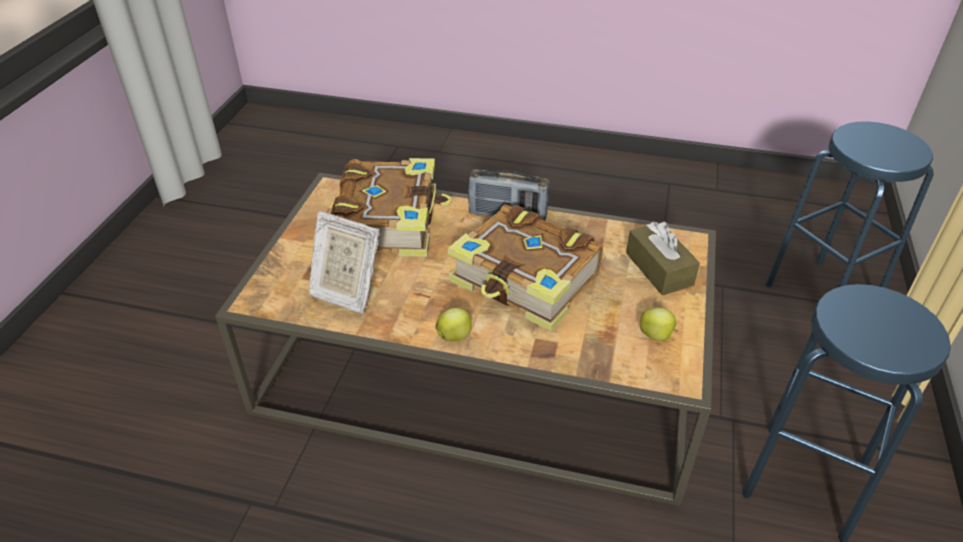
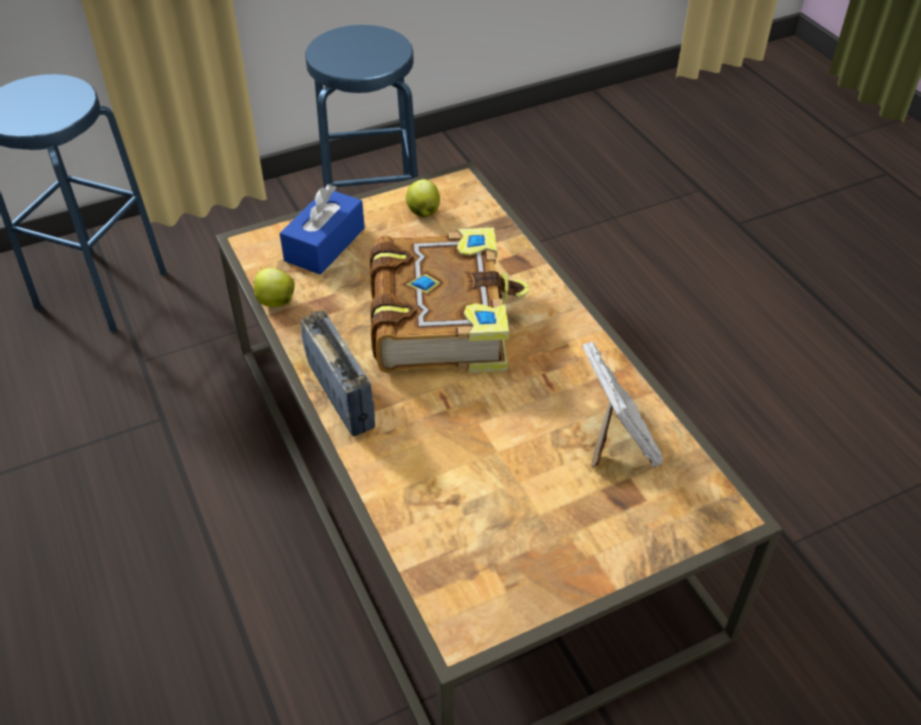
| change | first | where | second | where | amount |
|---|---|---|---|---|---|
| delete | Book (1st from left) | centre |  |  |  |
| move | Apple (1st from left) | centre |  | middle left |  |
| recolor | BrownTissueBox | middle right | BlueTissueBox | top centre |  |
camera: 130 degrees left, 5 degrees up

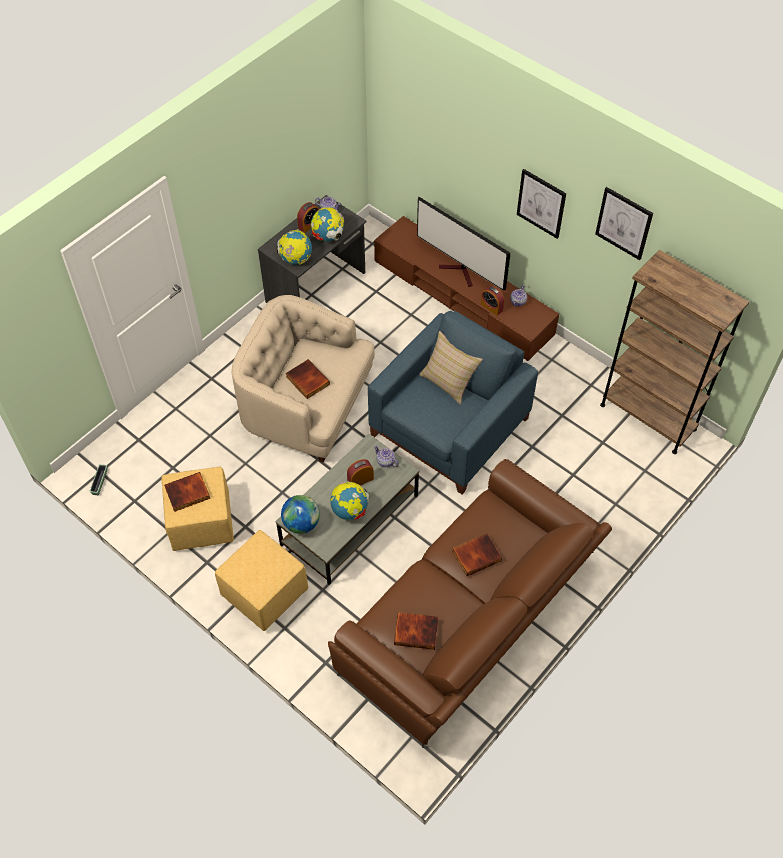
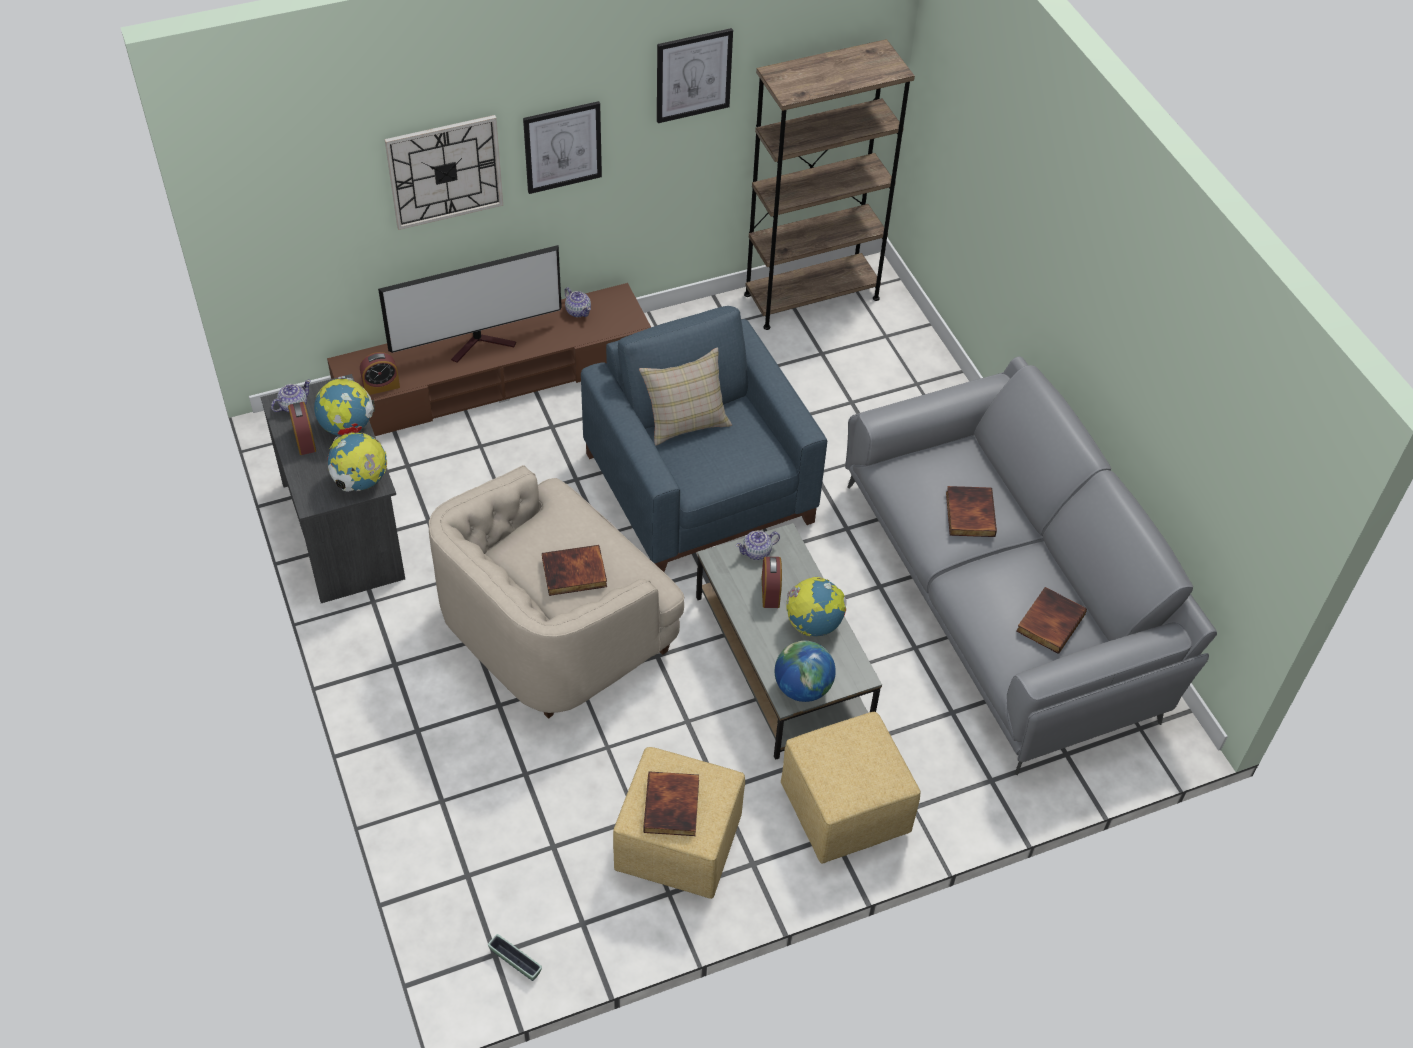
| change | first | where | second | where | amount |
|---|---|---|---|---|---|
| recolor | BrownSofa | bottom centre | GreySofa | middle right |  |
| move | AlarmClock (3rd from left in the first image) | centre | AlarmClock (2nd from left) | middle left |  |
| insert |  |  | WallClock | top left |  |
camera: 65 degrees left, 5 degrees down

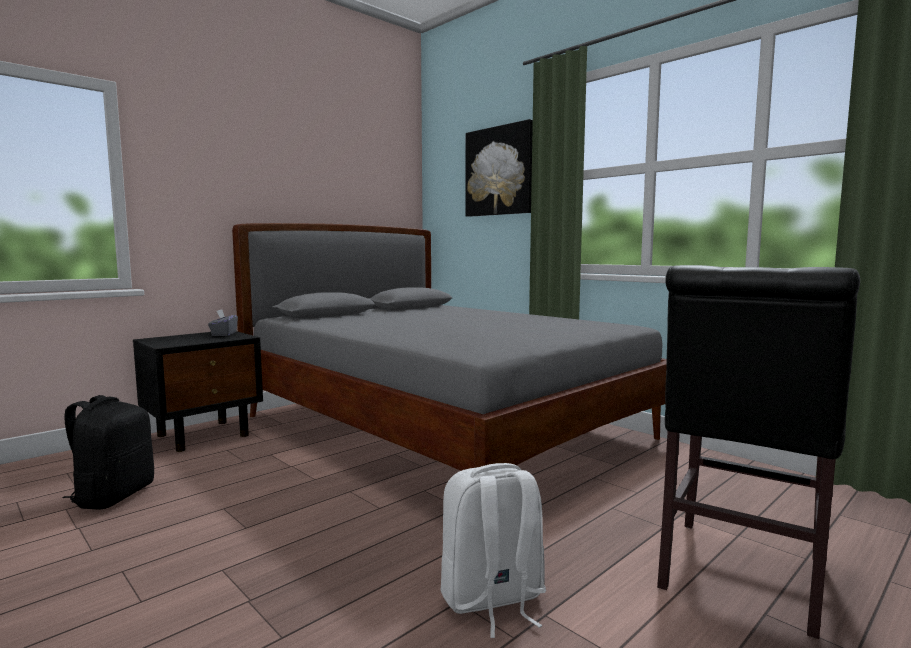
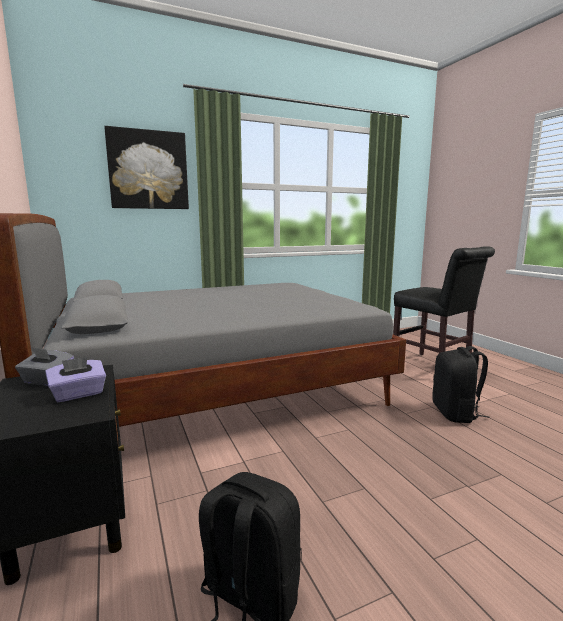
| change | first | where | second | where | amount |
|---|---|---|---|---|---|
| recolor | WhiteBackpack | bottom centre | BlackBackpack (2nd from left) | middle right |  |
| insert |  |  | PurpleTissueBox | middle left |  |
camera: 70 degrees left, 5 degrees up

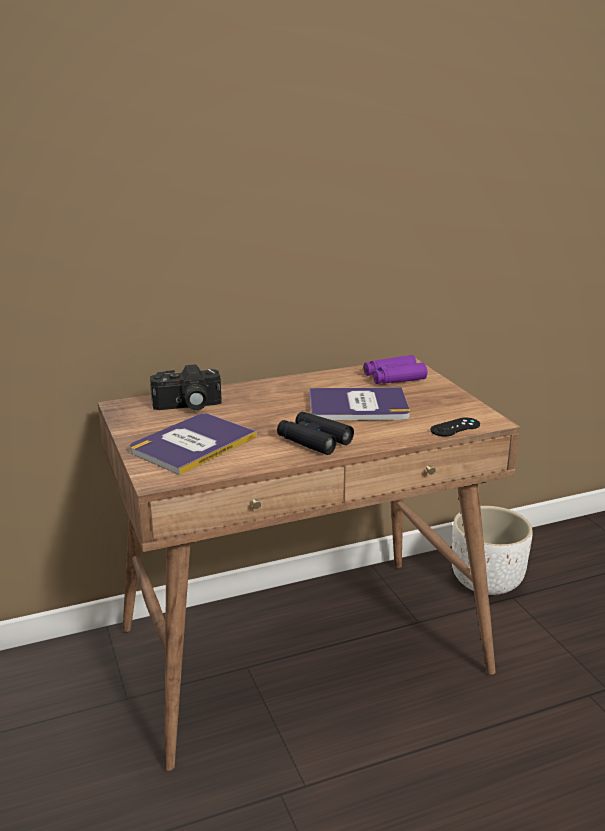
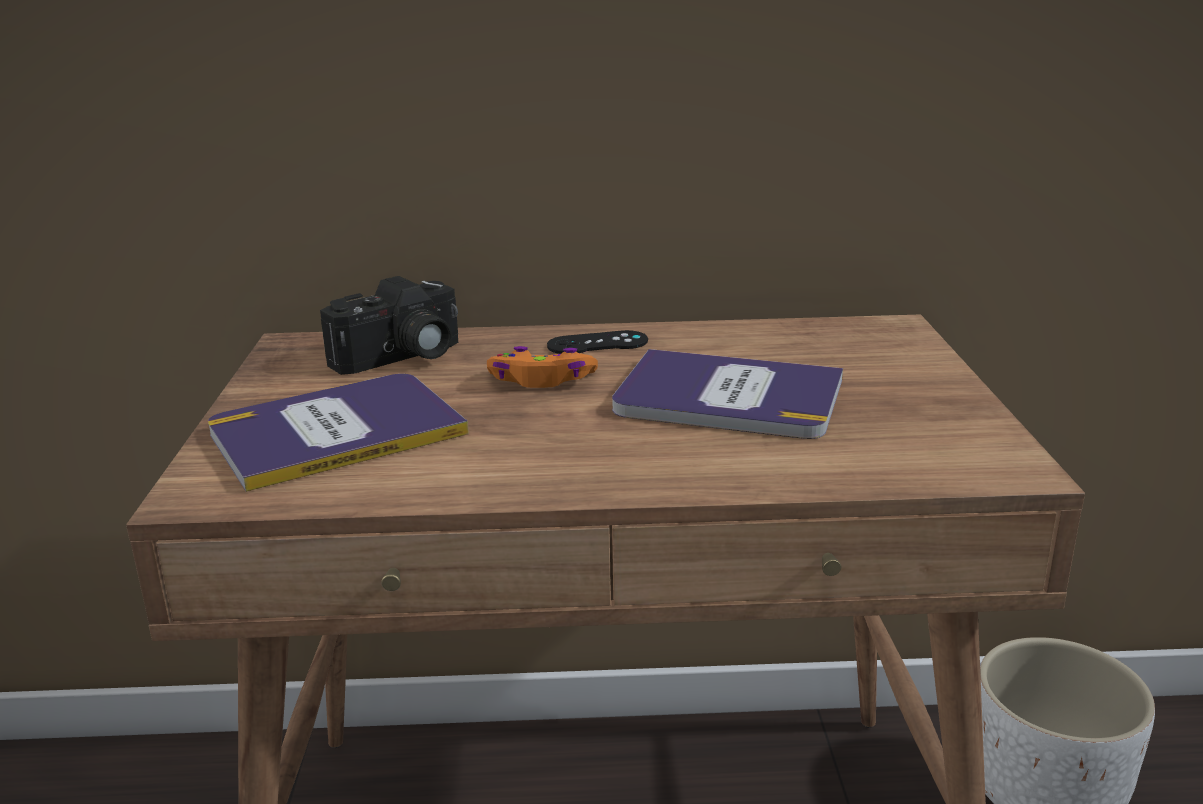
| change | first | where | second | where | amount |
|---|---|---|---|---|---|
| rotate | PhotoCamera | middle left |  | middle left | 45 degrees counterclockwise |
| delete | BlackBinoculars | centre |  |  |  |
| delete | PurpleBinoculars | centre |  |  |  |
| move | BlackGameController | middle right |  | centre |  |
| insert |  |  | OrangeGameController | centre |  |
camera: 20 degrees right, 0 degrees up

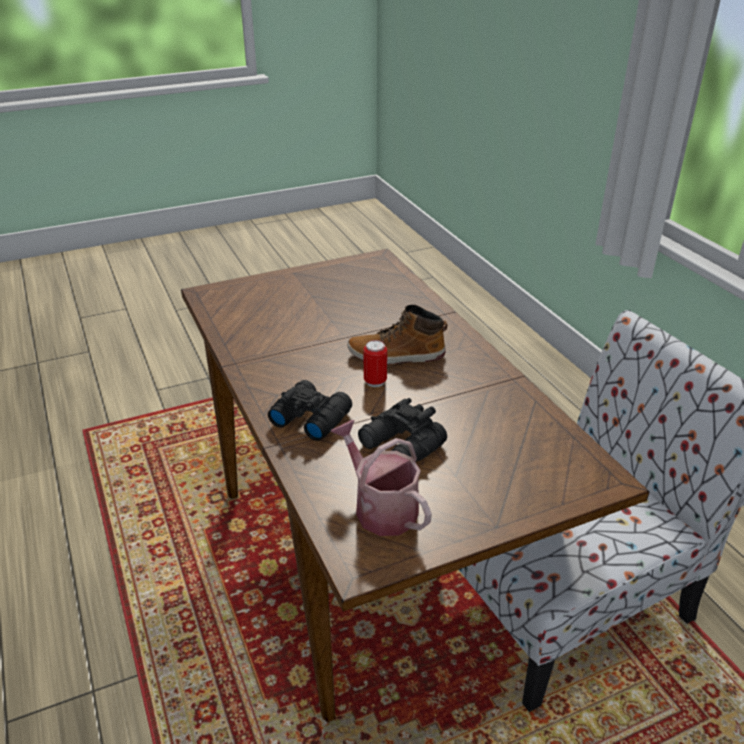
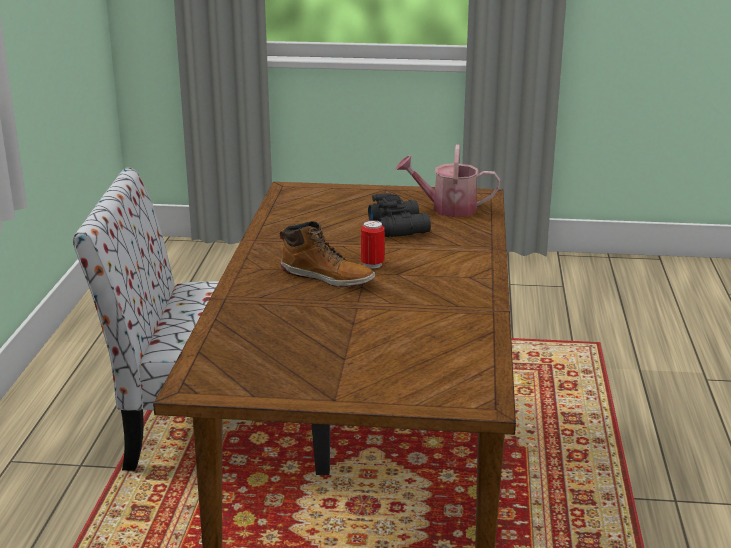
| change | first | where | second | where | amount |
|---|---|---|---|---|---|
| delete | BlackBinoculars (1st from left) | centre |  |  |  |
| rotate | WateringCan | centre |  | top centre | 105 degrees clockwise |
camera: 150 degrees left, 10 degrees down

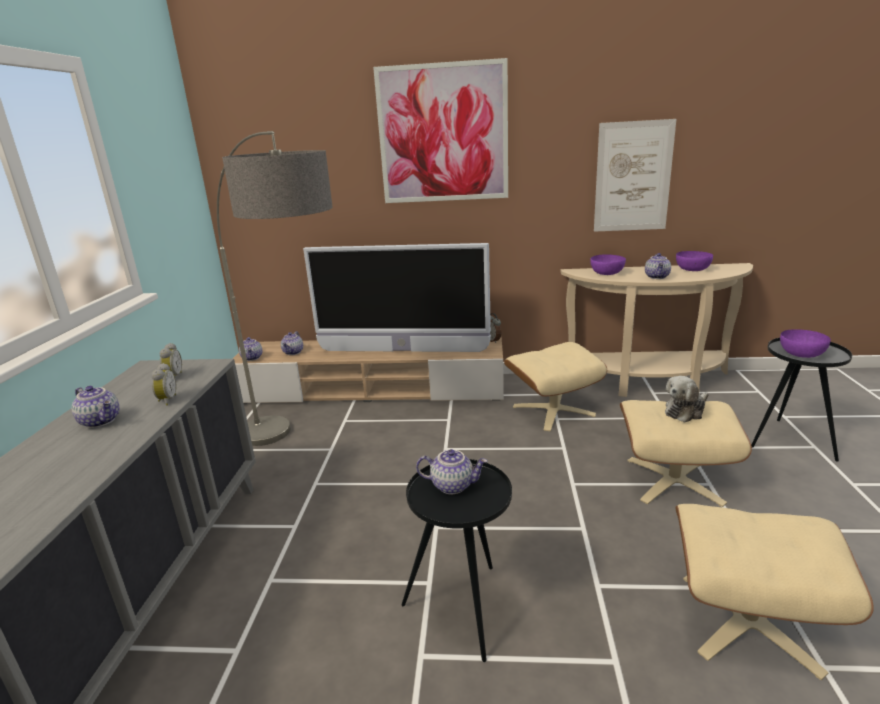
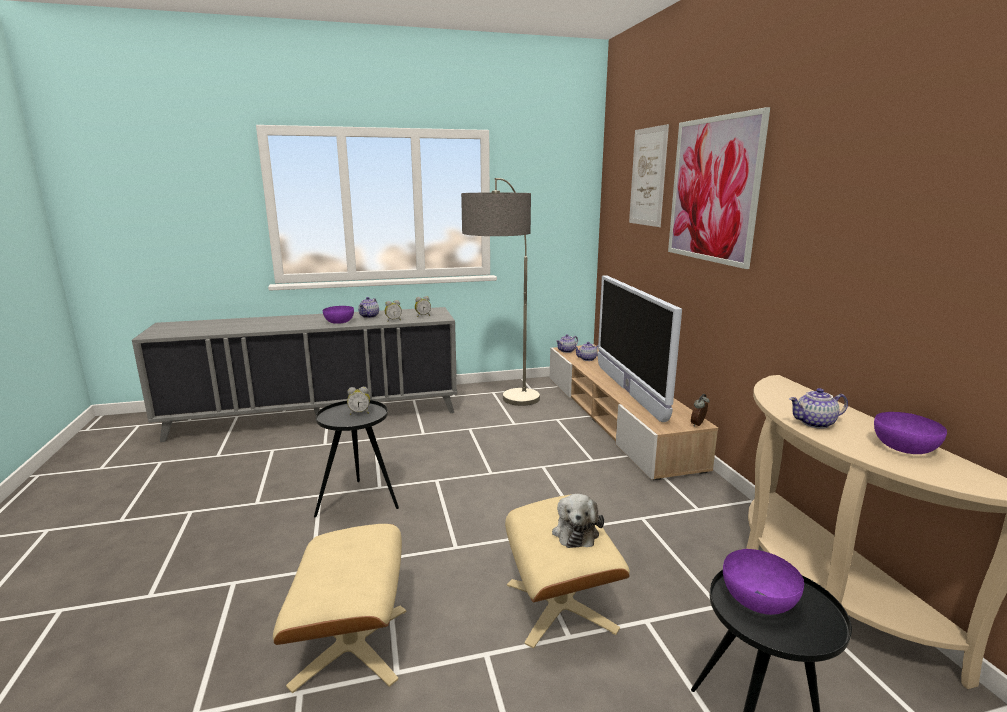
| change | first | where | second | where | amount |
|---|---|---|---|---|---|
| replace | Teapot (4th from left) | bottom centre | AlarmClock (1st from left) | centre |  |
| delete | BeigeOttoman (1st from left) | centre |  |  |  |
| move | PurpleBowl (1st from left) | middle right |  | centre |  |
| move | Picture (2nd from left in the first image) | top right | Picture (1st from left) | top centre |  |
| rotate | PlushToy | middle right |  | bottom centre | 120 degrees counterclockwise |
camera: 70 degrees right, 5 degrees down

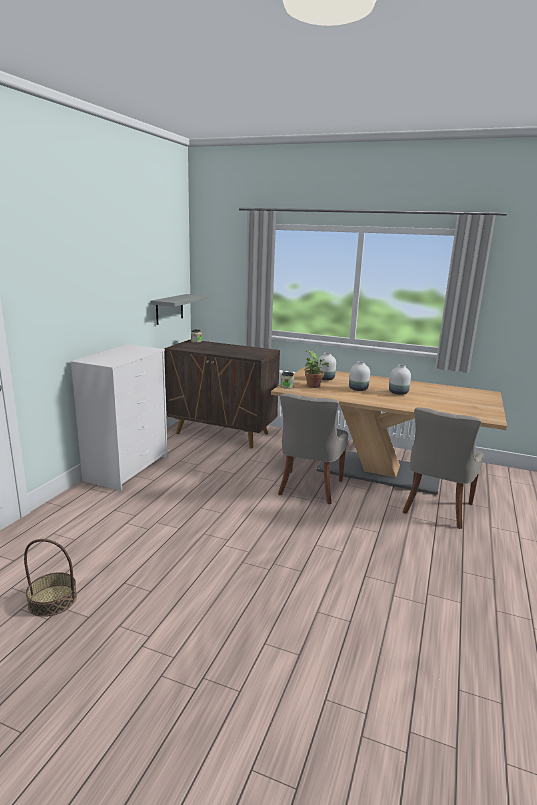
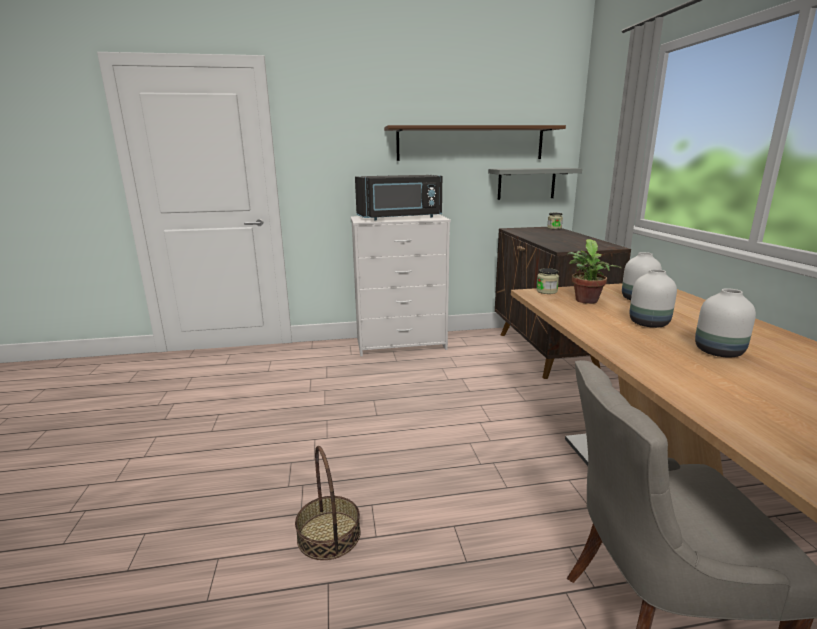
| change | first | where | second | where | amount |
|---|---|---|---|---|---|
| move | Basket | bottom left |  | bottom centre |  |
| delete | GreyChair (1st from left) | centre |  |  |  |
| insert |  |  | BlackMicrowave | top centre |  |
| insert |  |  | BrownShelf | top centre |  |
camera: 60 degrees right, 0 degrees up

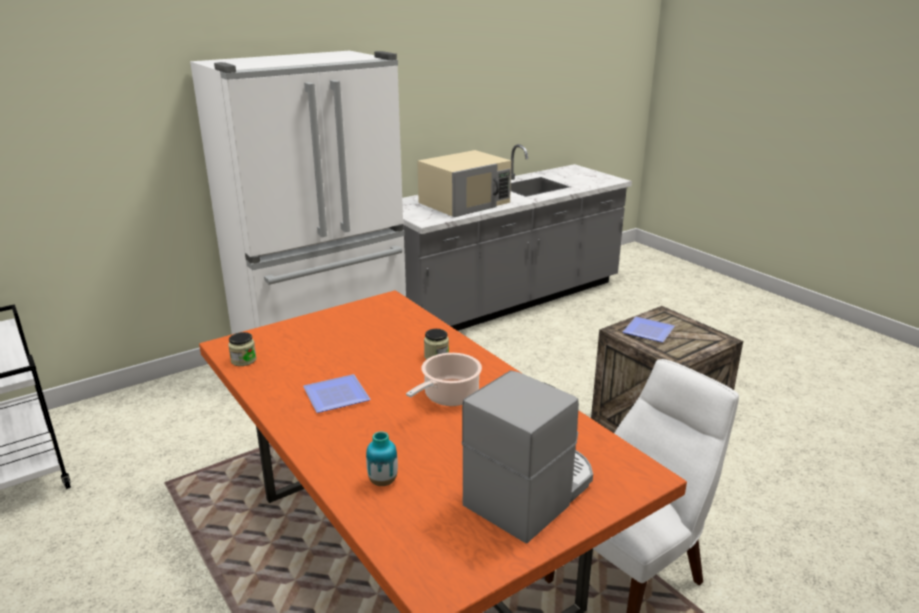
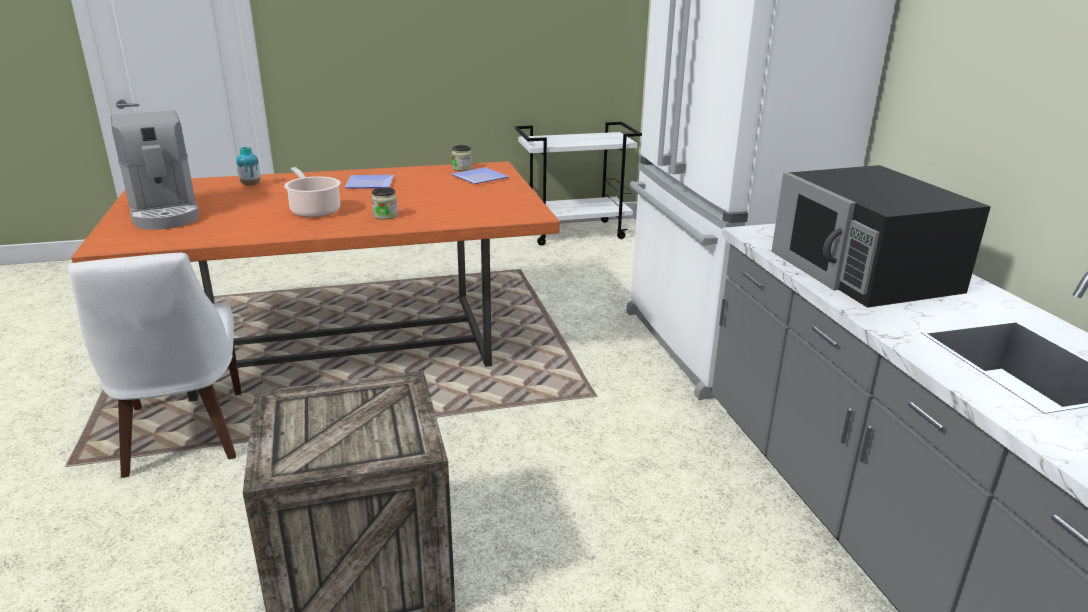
| change | first | where | second | where | amount |
|---|---|---|---|---|---|
| recolor | BeigeMicrowave | top centre | BlackMicrowave | middle right |  |
| move | Plate (2nd from left) | middle right |  | top centre |  |
camera: 110 degrees right, 0 degrees up

